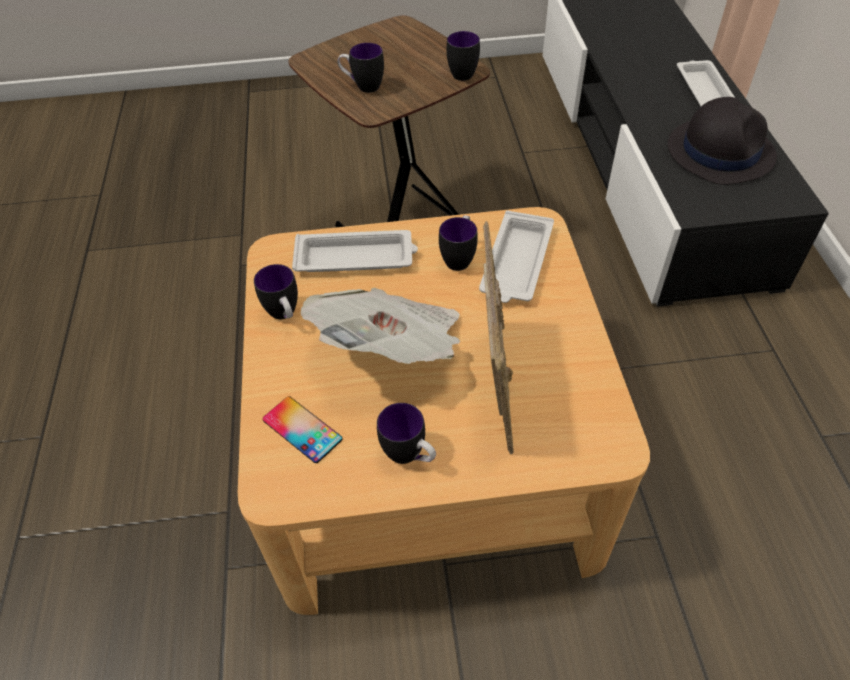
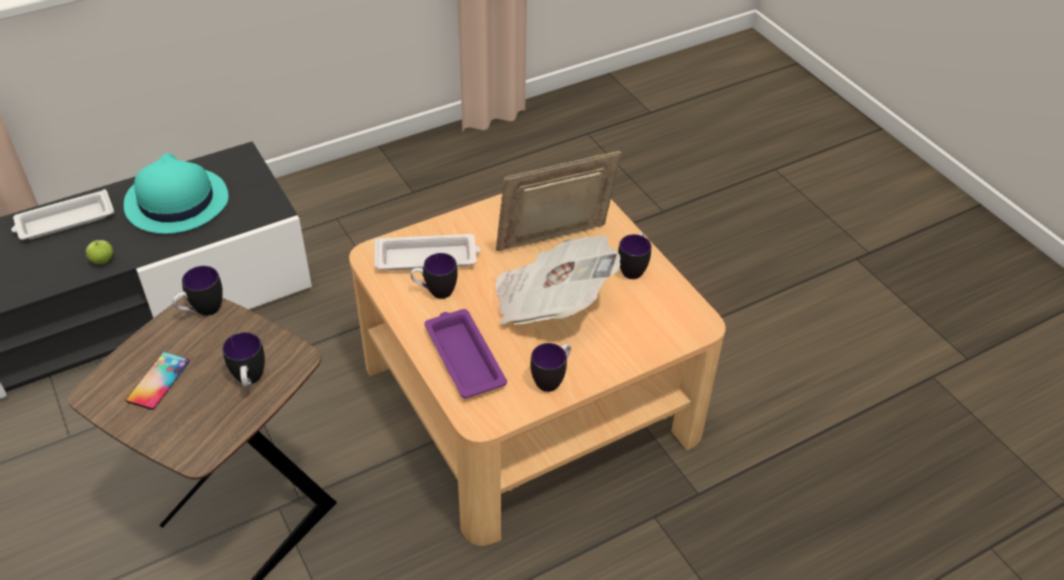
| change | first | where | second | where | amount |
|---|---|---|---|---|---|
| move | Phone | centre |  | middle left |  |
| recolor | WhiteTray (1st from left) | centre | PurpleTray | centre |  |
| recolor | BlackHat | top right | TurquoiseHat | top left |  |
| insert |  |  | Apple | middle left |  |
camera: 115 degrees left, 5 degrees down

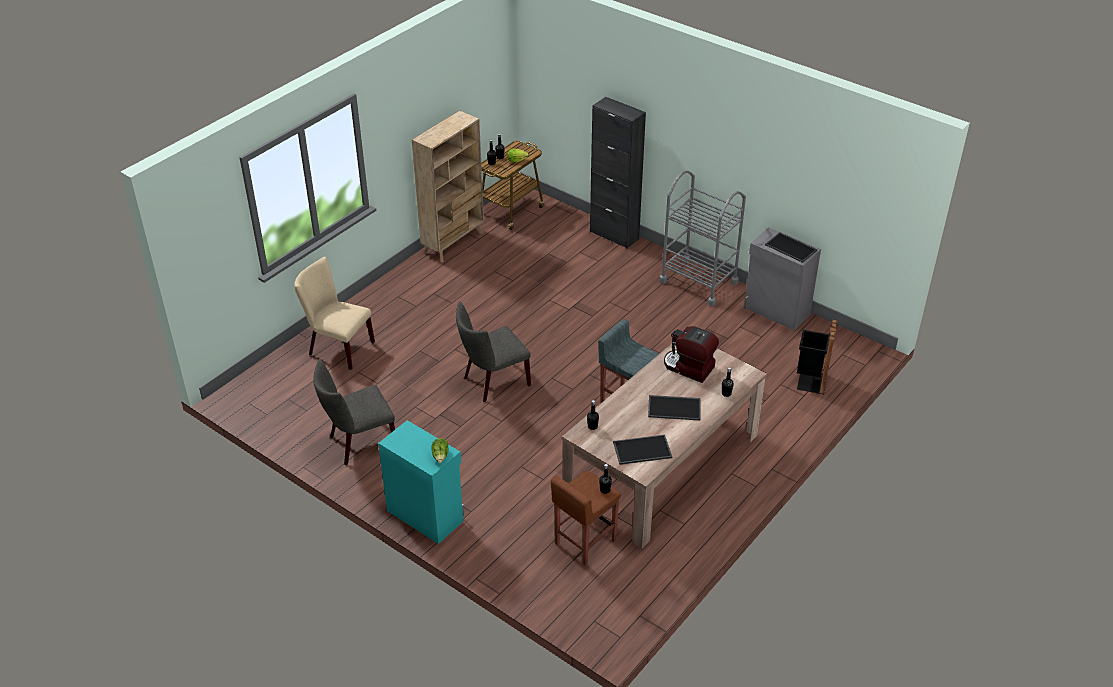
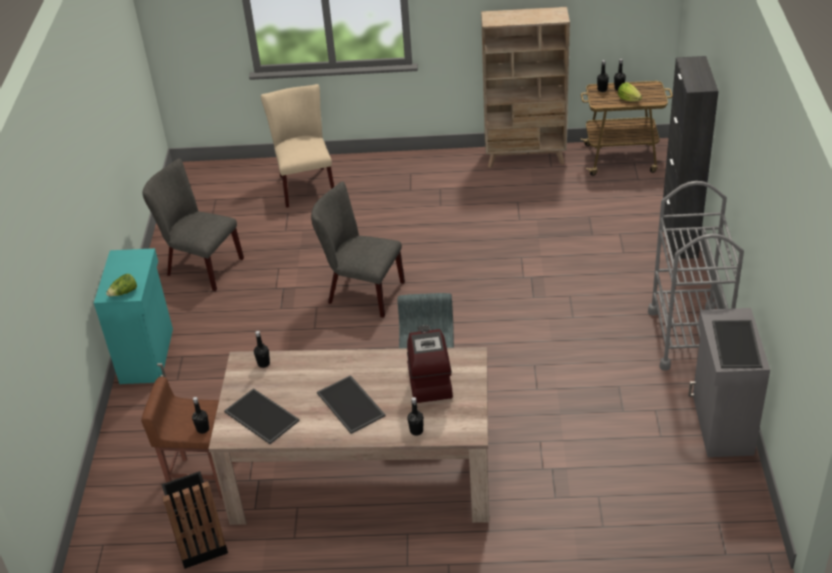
| change | first | where | second | where | amount |
|---|---|---|---|---|---|
| move | BlackTrashCan | middle right |  | bottom left |  |
camera: 55 degrees right, 0 degrees up

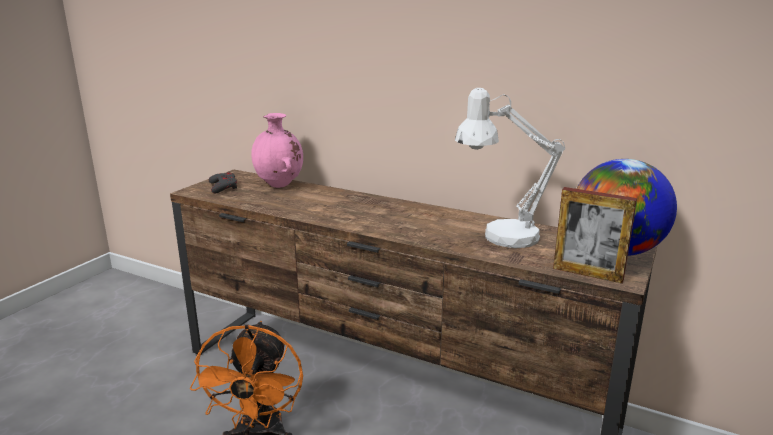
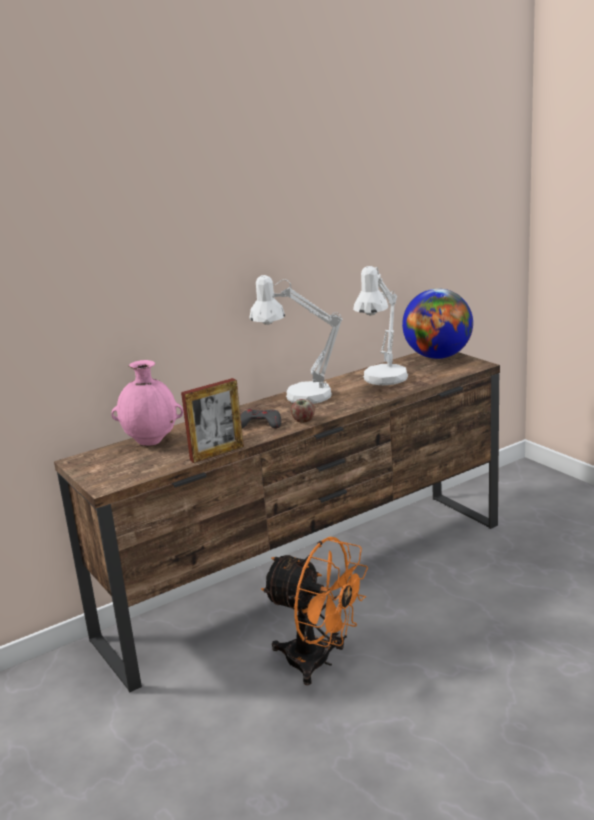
| change | first | where | second | where | amount |
|---|---|---|---|---|---|
| move | GreyGameController | middle left |  | centre |  |
| move | PictureFrame | middle right |  | centre |  |
| insert |  |  | WhiteTableLamp (1st from left) | centre |  |
| insert |  |  | Apple | centre |  |
camera: 60 degrees left, 0 degrees up

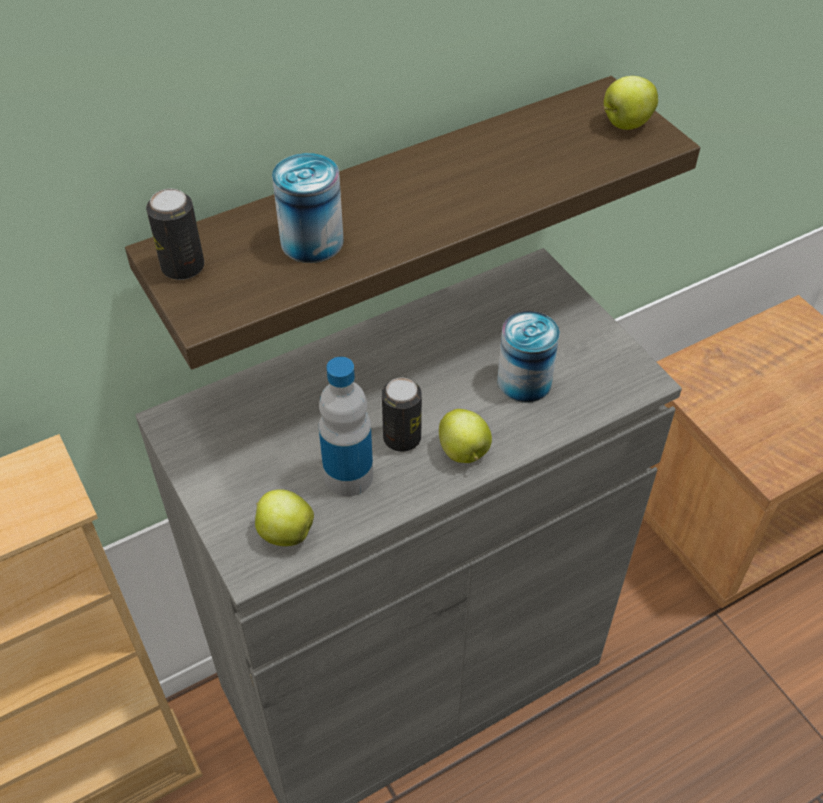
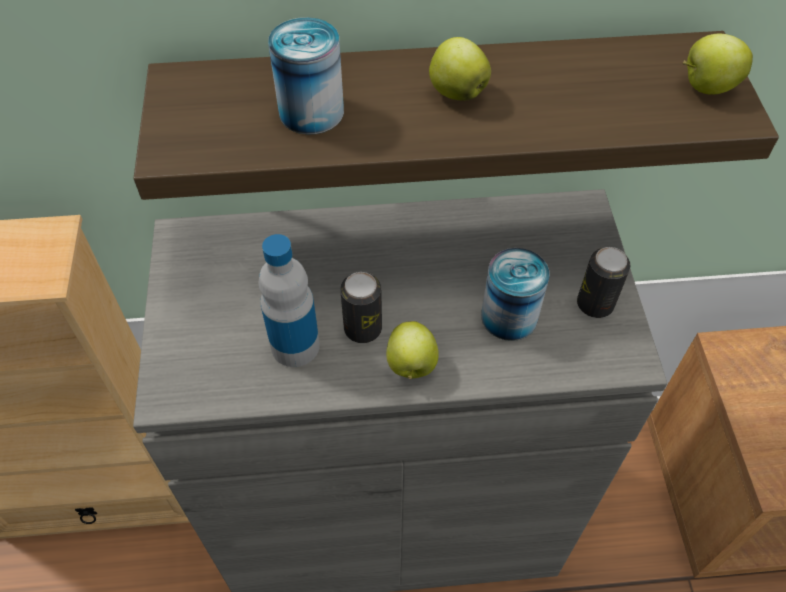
| change | first | where | second | where | amount |
|---|---|---|---|---|---|
| move | Can (1st from left in the first image) | top left | Can (4th from left) | middle right |  |
| move | Apple (1st from left in the first image) | centre | Apple (2nd from left) | top centre |  |
camera: 25 degrees right, 5 degrees up

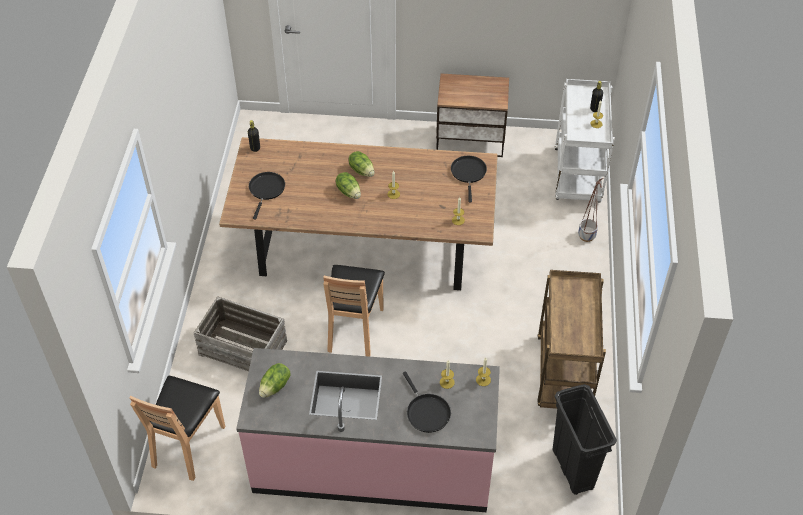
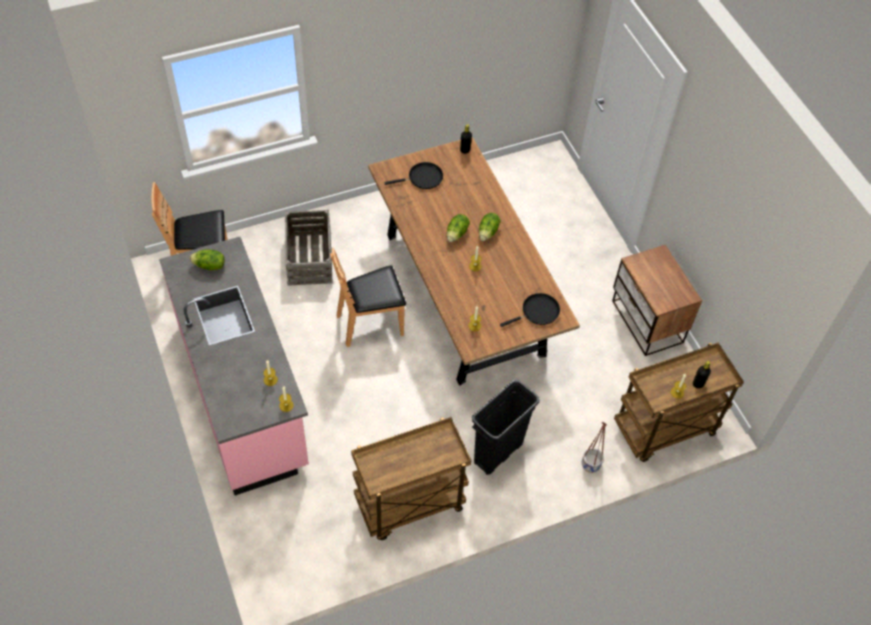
| change | first | where | second | where | amount |
|---|---|---|---|---|---|
| delete | BlackFryingPan (2nd from left) | bottom centre |  |  |  |
| move | BlackTrashCan | bottom right |  | bottom centre |  |
| recolor | WhiteCart | top right | BrownCart (2nd from left) | middle right |  |
camera: 60 degrees right, 5 degrees up

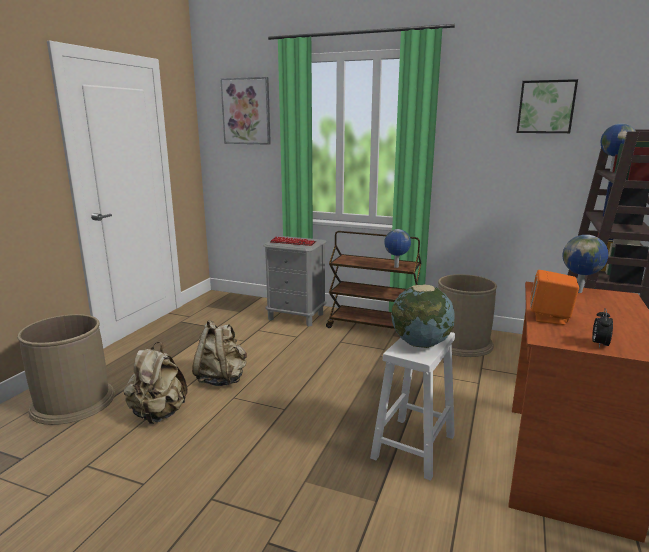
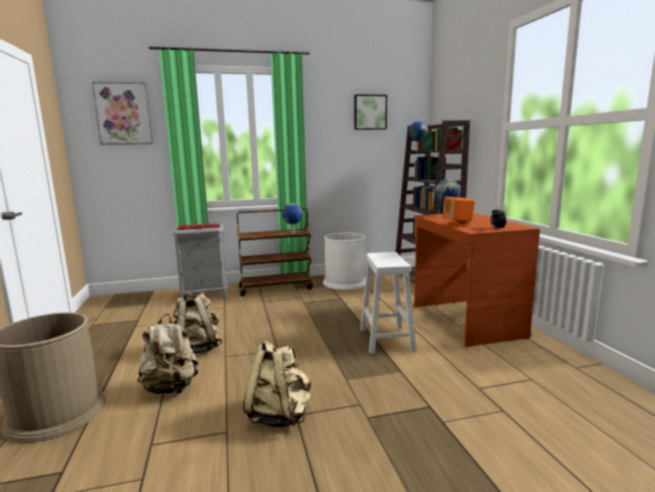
| change | first | where | second | where | amount |
|---|---|---|---|---|---|
| delete | Globe (2nd from left) | centre |  |  |  |
| recolor | BrownTrashCan (2nd from left) | middle right | WhiteTrashCan | centre |  |
| insert |  |  | BeigeBackpack (3rd from left) | bottom centre |  |
camera: 35 degrees left, 5 degrees down

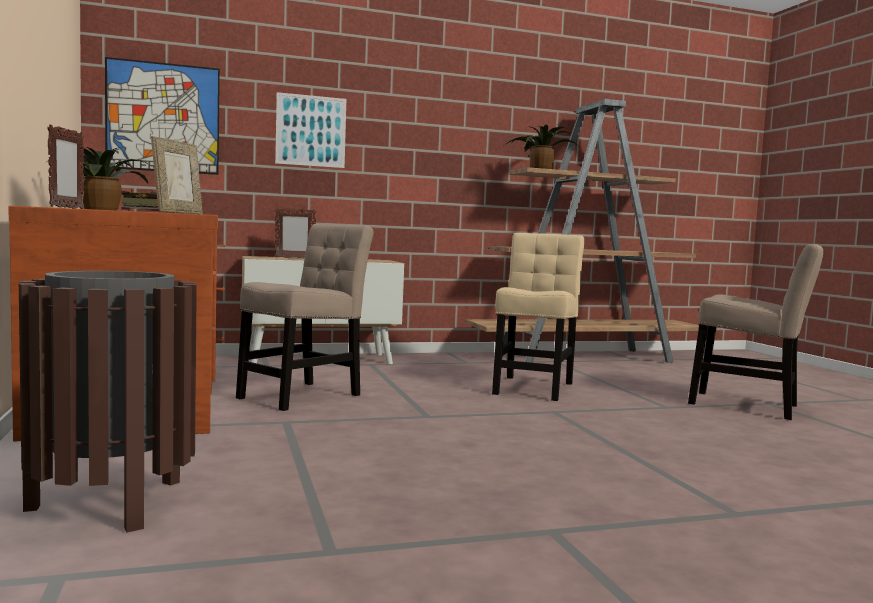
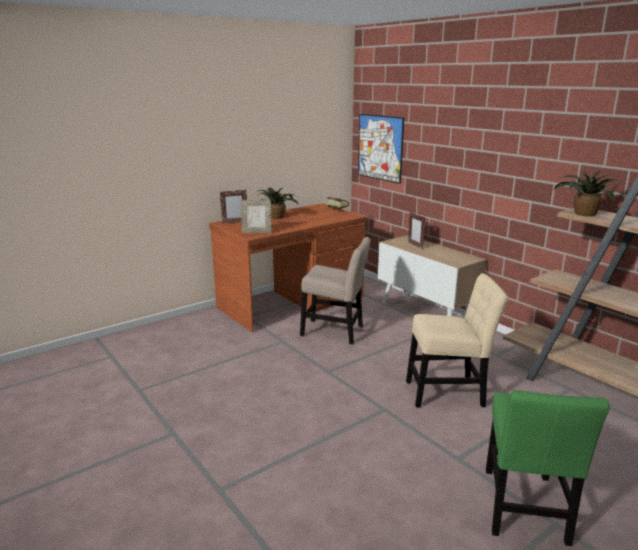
| change | first | where | second | where | amount |
|---|---|---|---|---|---|
| delete | BrownTrashCan | bottom left |  |  |  |
| delete | Picture (2nd from left) | top centre |  |  |  |
| recolor | BeigeChair (3rd from left) | middle right | GreenChair | bottom right |  |
camera: 70 degrees right, 15 degrees up

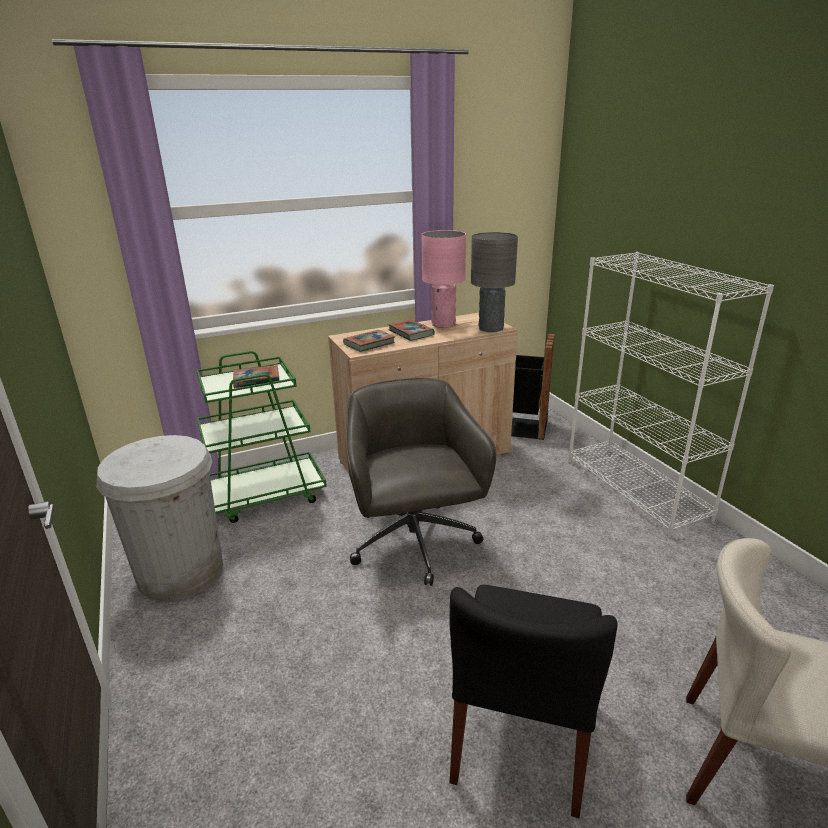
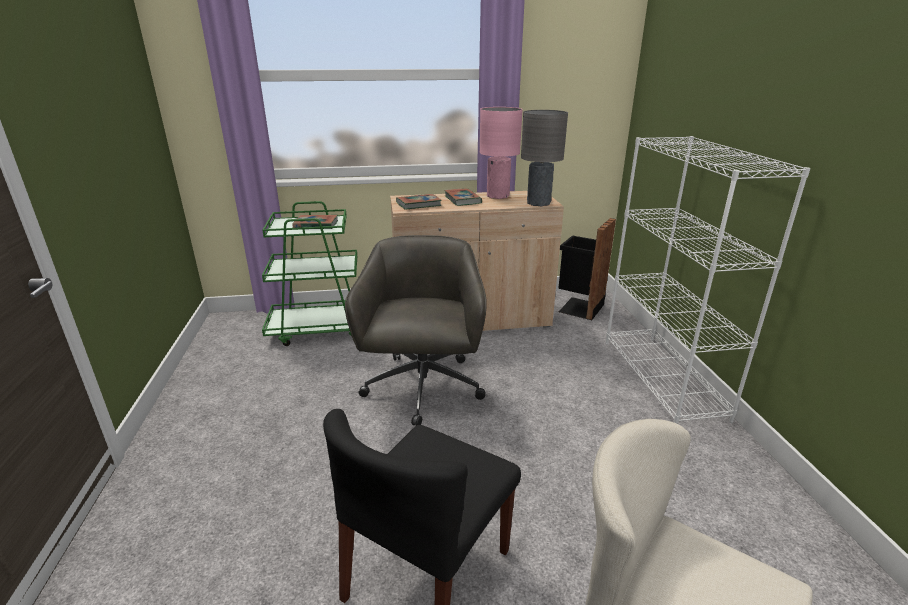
| change | first | where | second | where | amount |
|---|---|---|---|---|---|
| delete | WhiteTrashCan | middle left |  |  |  |
camera: 15 degrees right, 0 degrees up

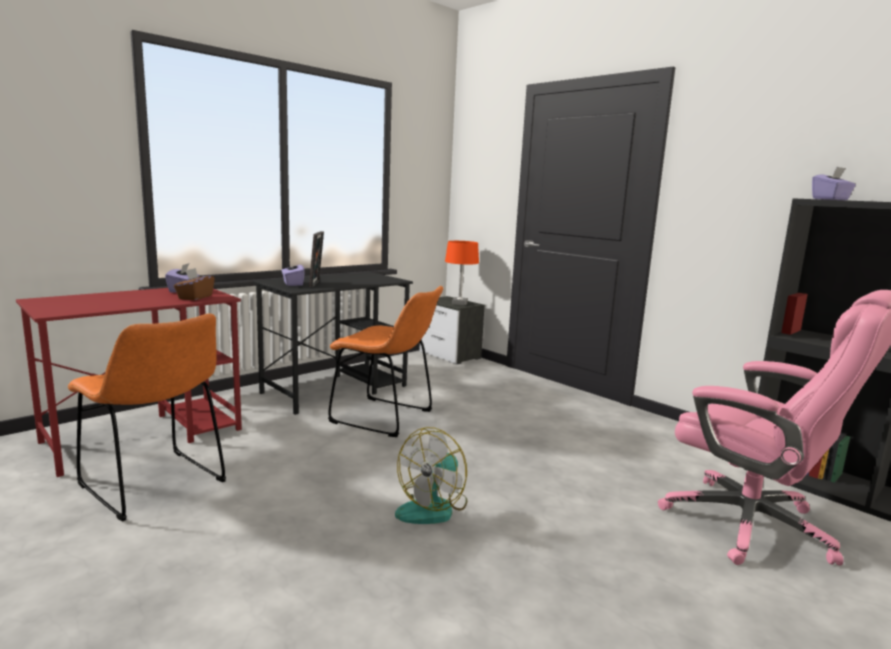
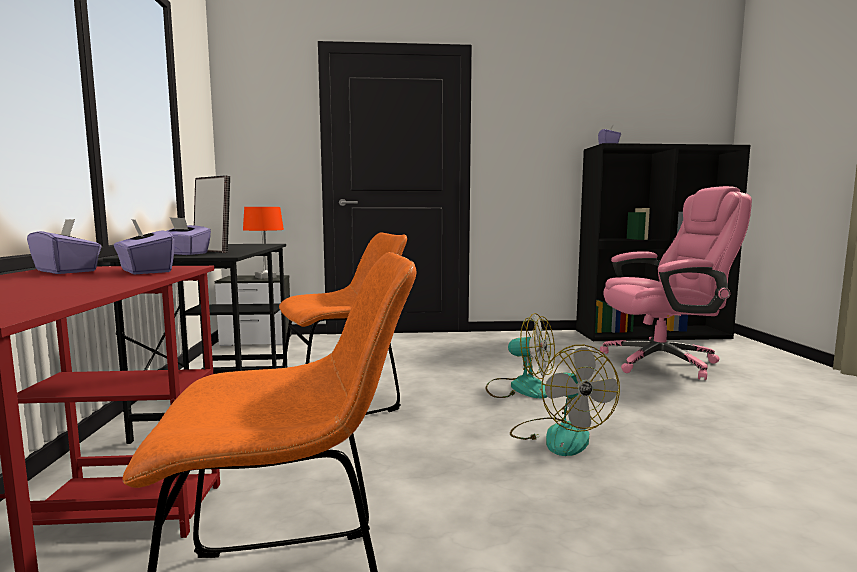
| change | first | where | second | where | amount |
|---|---|---|---|---|---|
| recolor | BrownTissueBox | middle left | PurpleTissueBox (2nd from left) | middle left |  |
| insert |  |  | Fan (1st from left) | centre |  |
camera: 50 degrees left, 5 degrees down

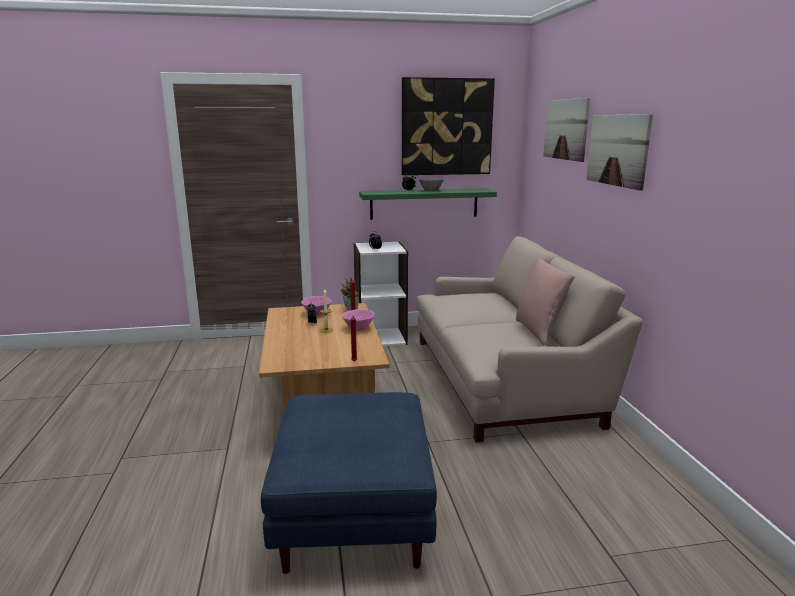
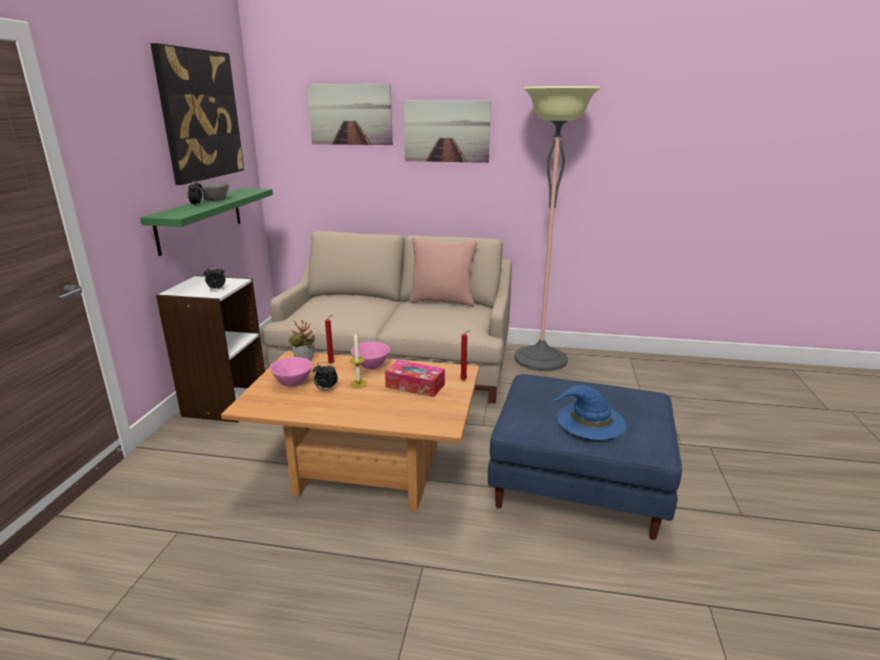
| change | first | where | second | where | amount |
|---|---|---|---|---|---|
| insert |  |  | TissueBox | centre |  |
| insert |  |  | FloorLamp | centre |  |
| insert |  |  | BlueHat | middle right |  |
camera: 70 degrees left, 5 degrees up

